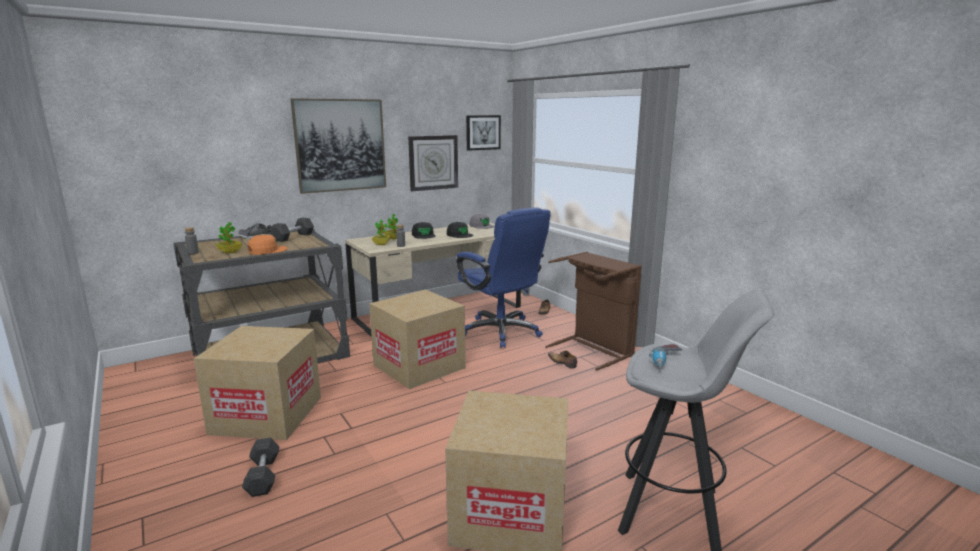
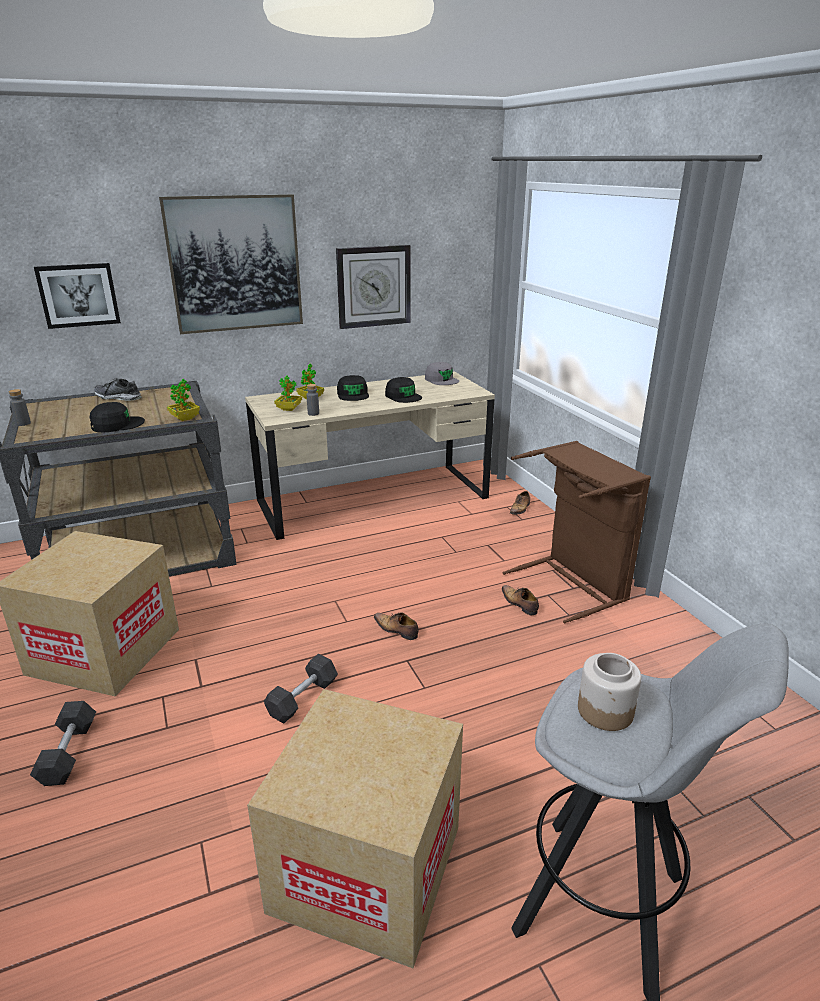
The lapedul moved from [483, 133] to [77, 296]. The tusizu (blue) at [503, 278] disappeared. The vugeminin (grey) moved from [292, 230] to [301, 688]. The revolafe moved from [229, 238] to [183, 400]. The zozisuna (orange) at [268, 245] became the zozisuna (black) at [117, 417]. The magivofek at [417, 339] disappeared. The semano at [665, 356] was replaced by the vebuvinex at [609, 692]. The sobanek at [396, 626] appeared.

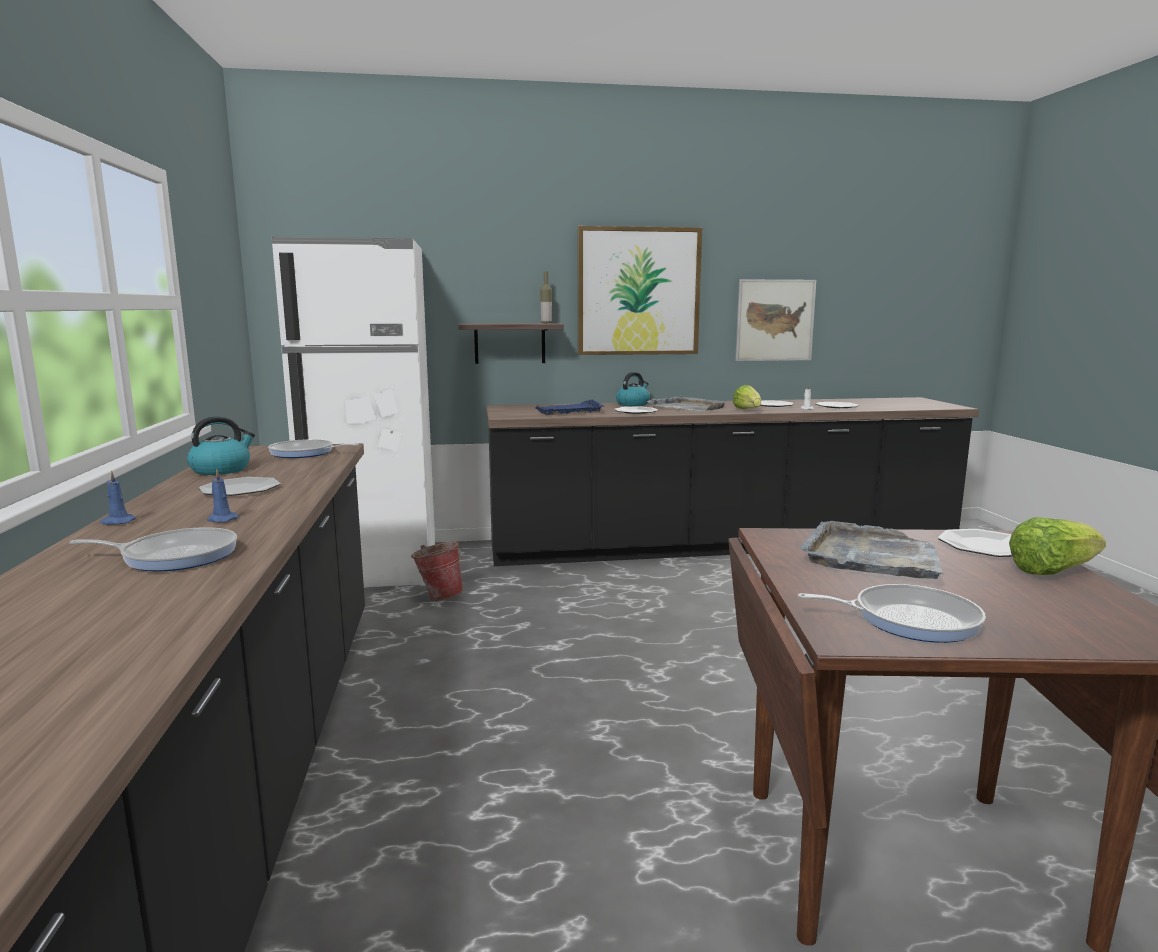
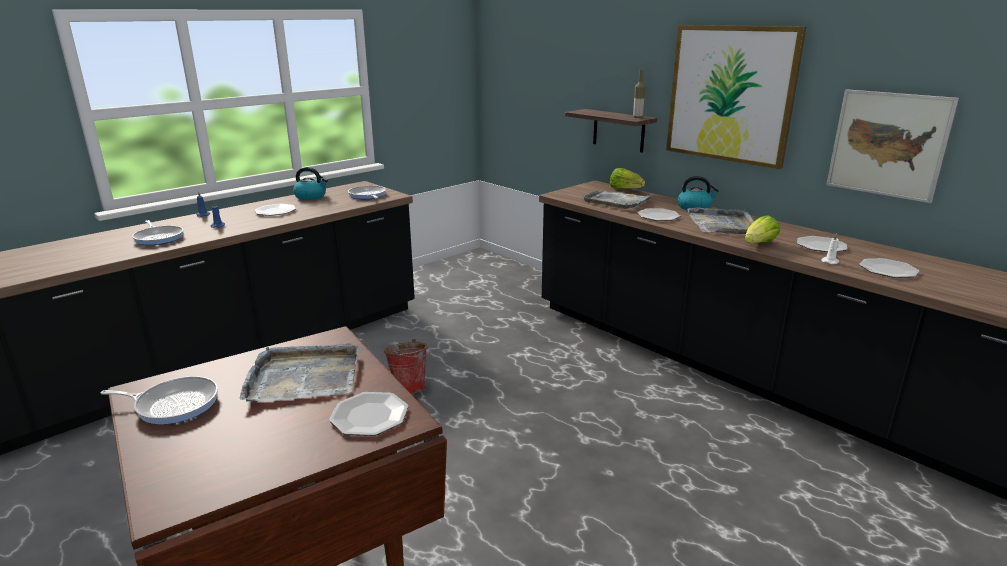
The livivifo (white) at [353, 412] disappeared. The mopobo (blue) at [569, 407] became the mopobo (grey) at [617, 200]. The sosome moved from [1057, 546] to [627, 178]. The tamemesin moved from [437, 571] to [407, 366]. The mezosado at [892, 613] turned 60 degrees counterclockwise.

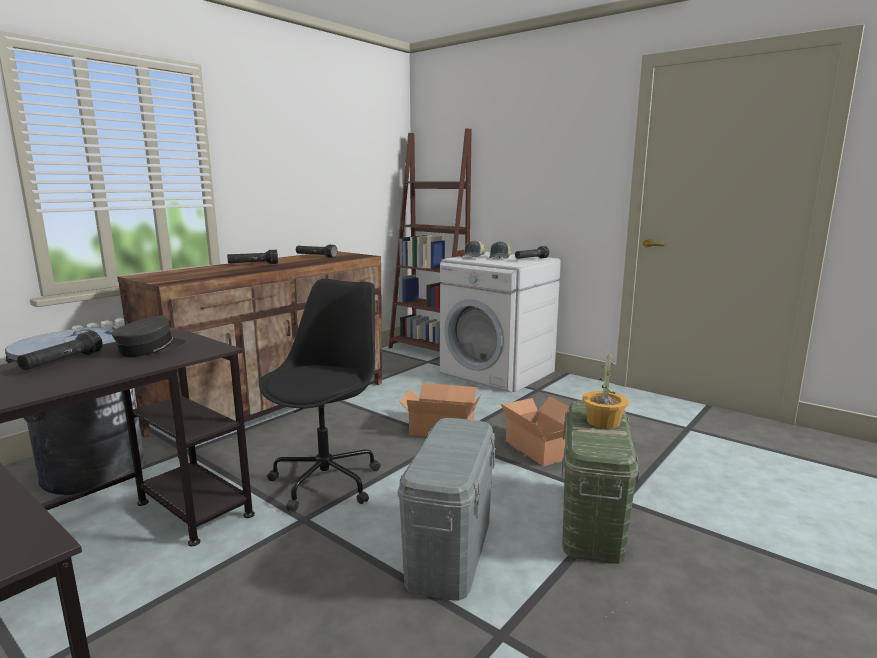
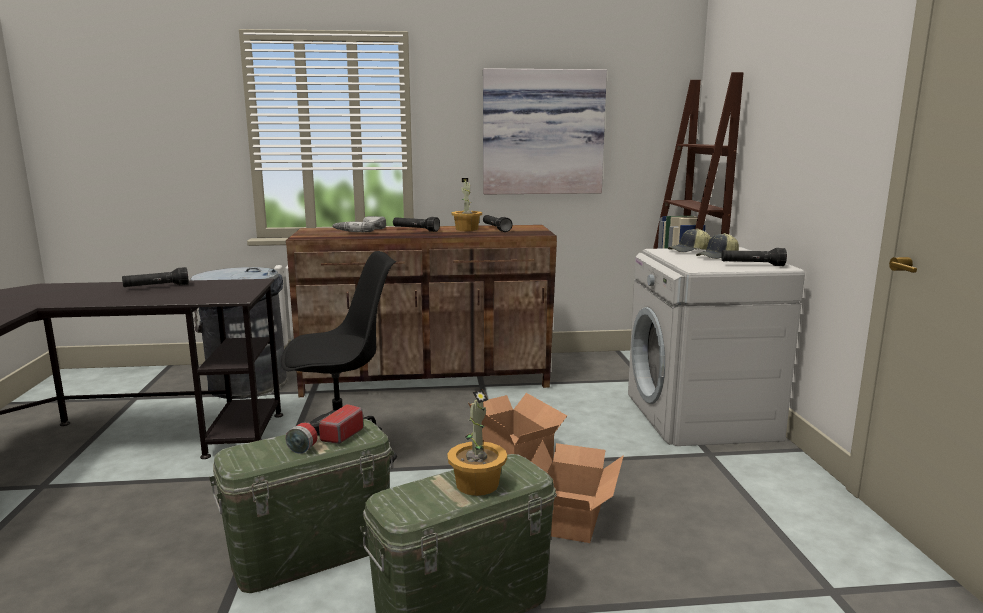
The zozisuna (grey) at [148, 336] disappeared. The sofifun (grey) at [447, 509] became the sofifun (green) at [301, 506]. The lapedul at [545, 131] appeared. The revolafe at [466, 204] appeared. The semano at [359, 224] appeared. The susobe at [324, 429] appeared.

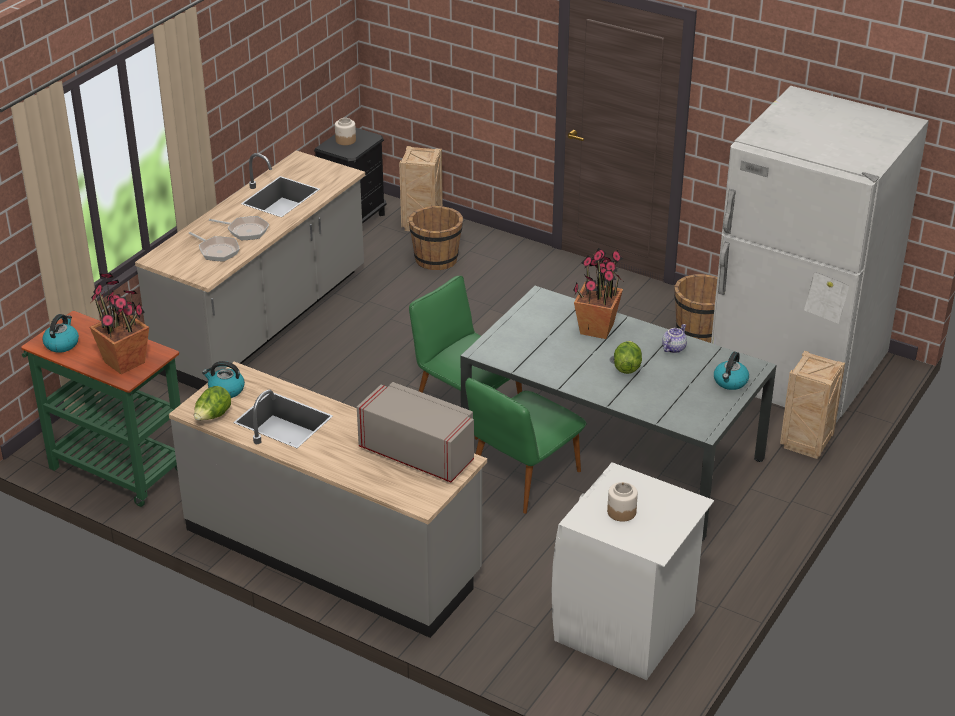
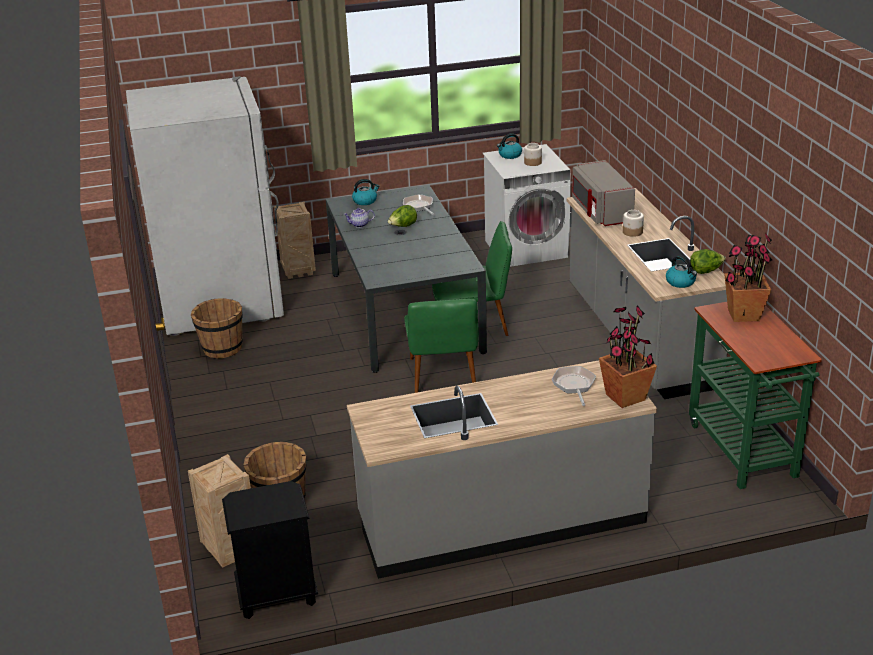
The vebuvinex moved from [345, 131] to [633, 223]. The mezosado moved from [239, 228] to [418, 204]. The revolafe moved from [598, 293] to [628, 356]. The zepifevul moved from [60, 333] to [509, 146].

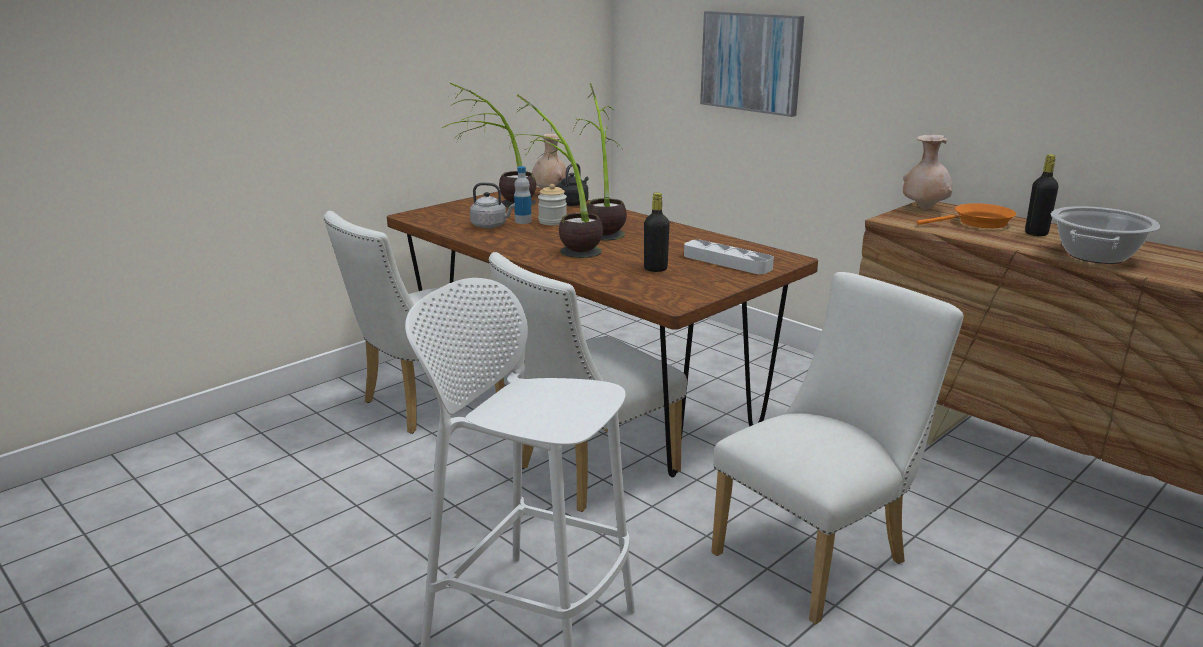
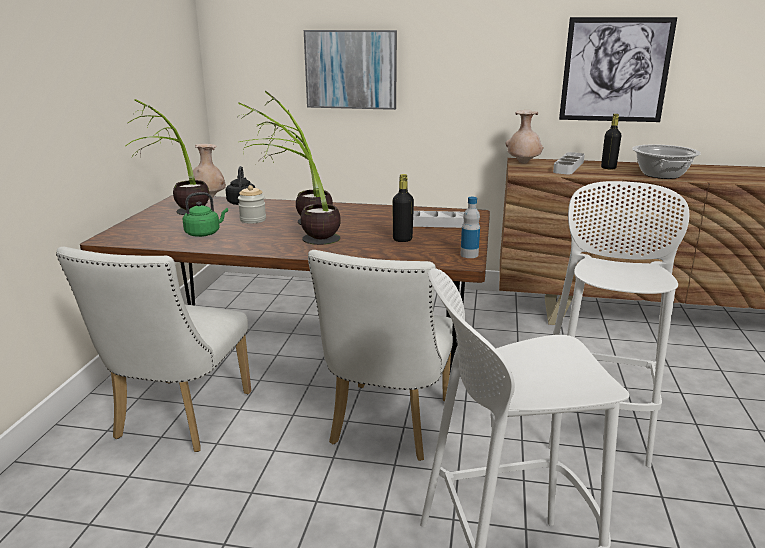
The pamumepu moved from [523, 195] to [470, 227]. The zepifevul (grey) at [492, 205] became the zepifevul (green) at [205, 214]. The mezosado (orange) at [966, 215] was replaced by the mopobo (grey) at [569, 163]. The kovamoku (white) at [837, 448] was replaced by the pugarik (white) at [618, 324]. The lapedul at [618, 69] appeared.

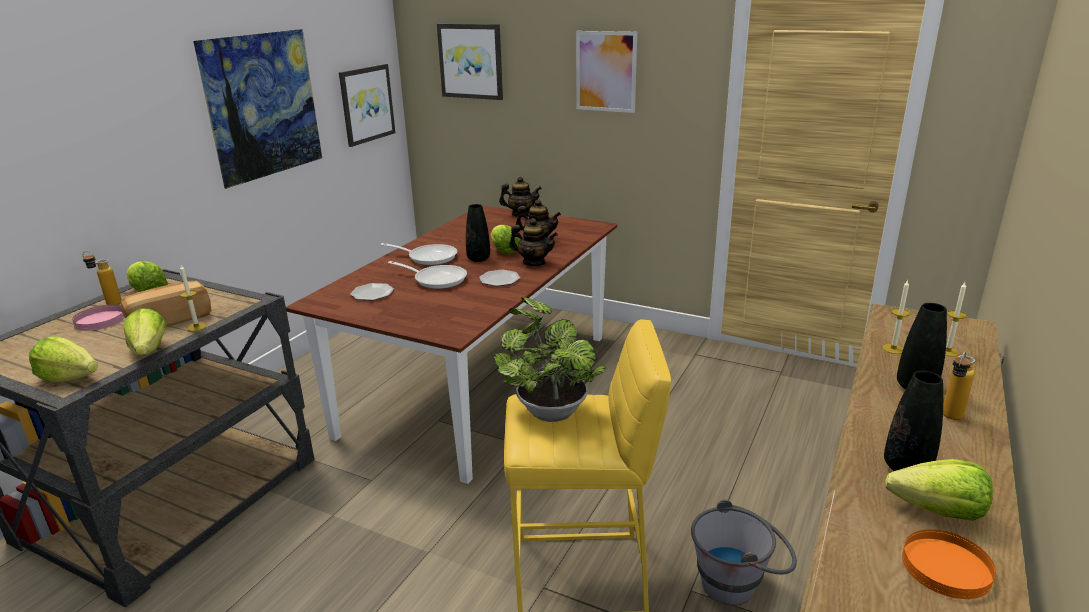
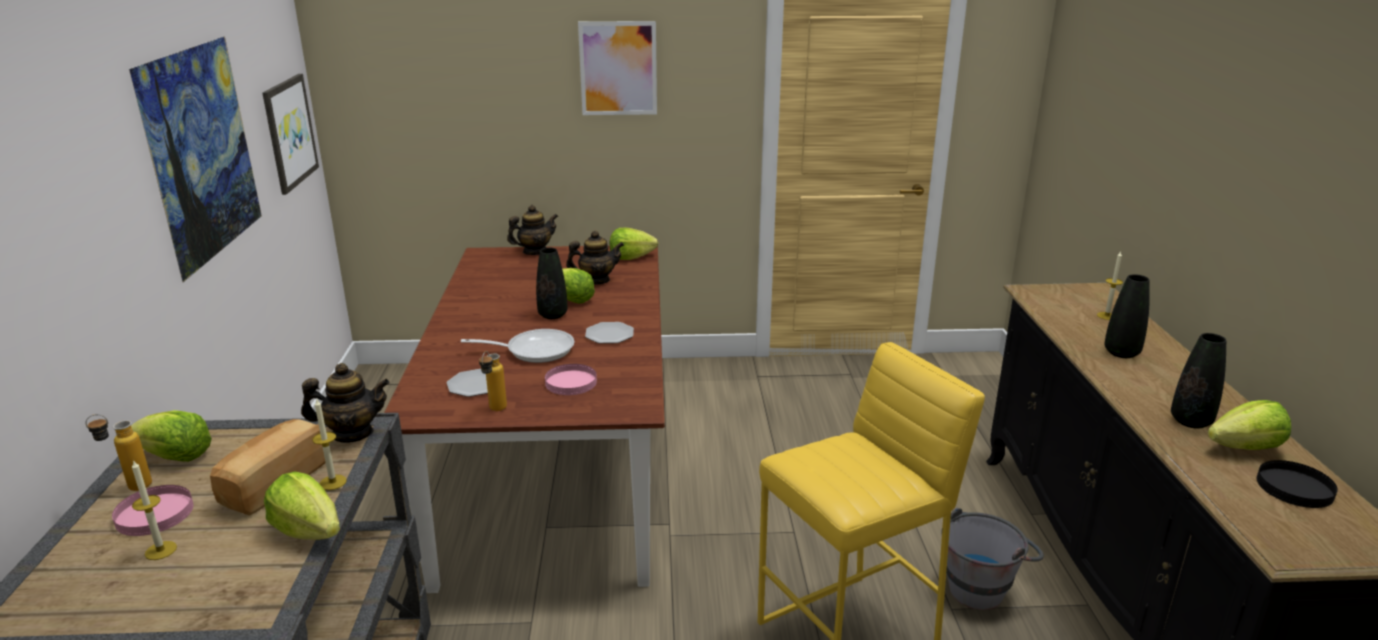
The lapedul at [470, 62] disappeared. The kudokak moved from [533, 242] to [345, 403]. The mezosado at [418, 254] disappeared. The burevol moved from [896, 317] to [154, 510]. The revolafe at [550, 359] disappeared. The sosome moved from [63, 359] to [634, 244]. The pamumepu moved from [959, 386] to [493, 381]. The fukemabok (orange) at [949, 564] became the fukemabok (black) at [1297, 484]. The fukemabok (pink) at [571, 379] appeared.

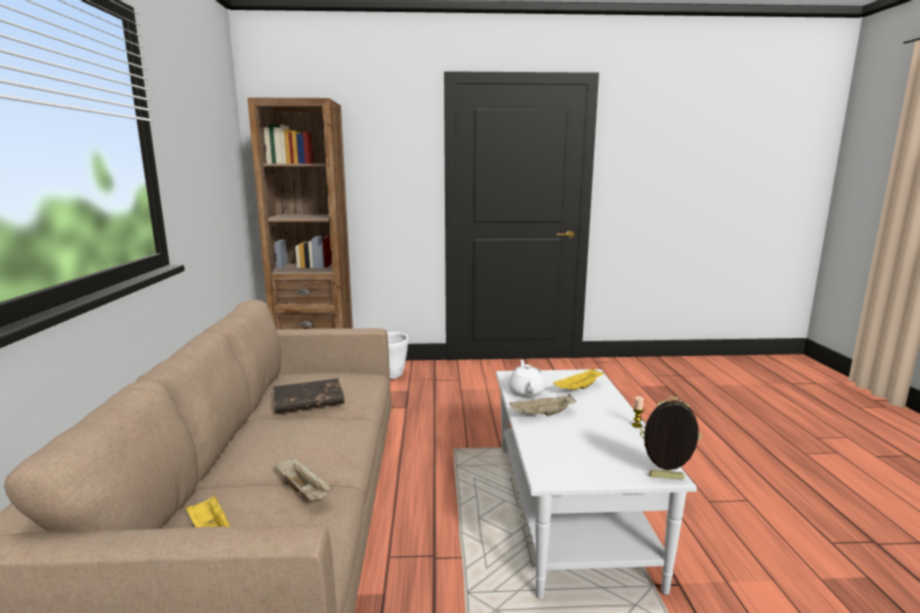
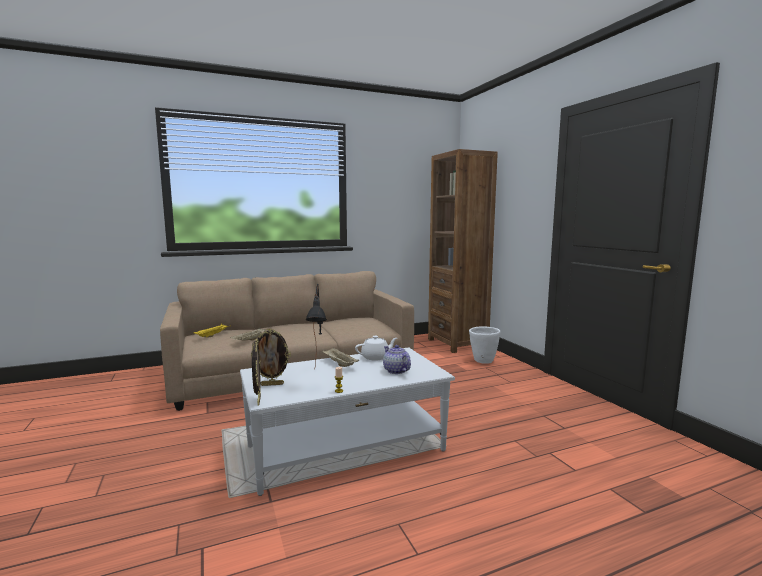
The mopobo (yellow) at [578, 379] was replaced by the kudokak at [397, 359]. The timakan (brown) at [309, 395] disappeared. The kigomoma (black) at [316, 324] appeared. The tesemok at [271, 357] appeared.

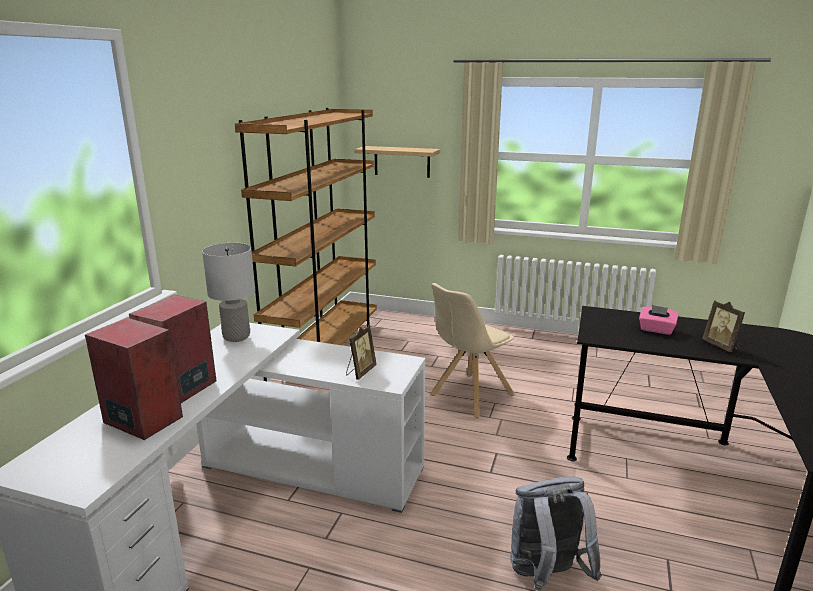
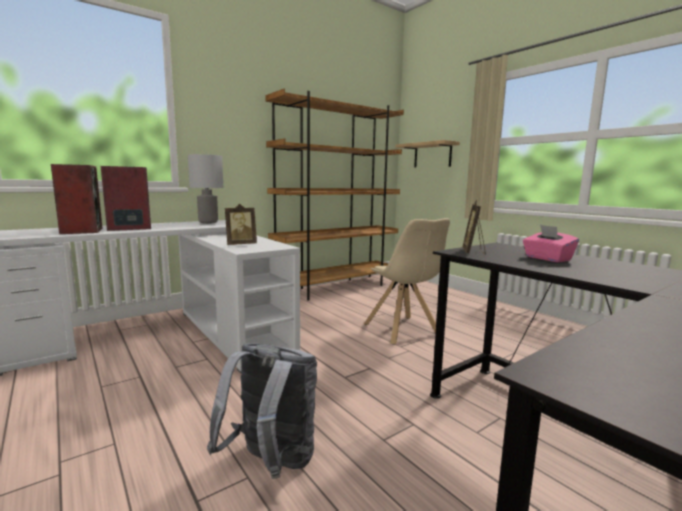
The kovamoku (beige) at [472, 350] turned 105 degrees counterclockwise. The tesemok moved from [723, 326] to [474, 227].

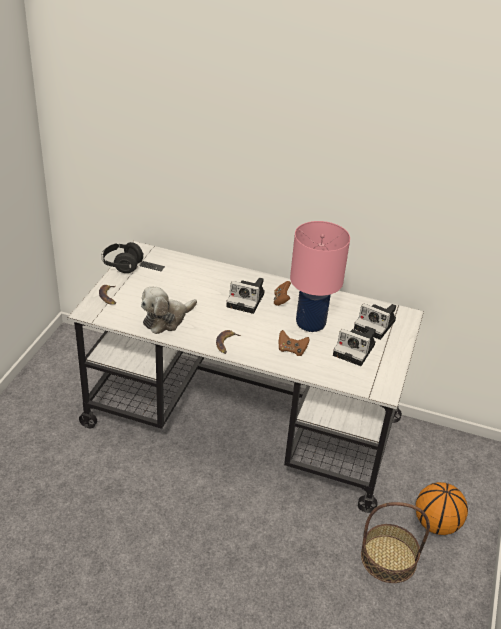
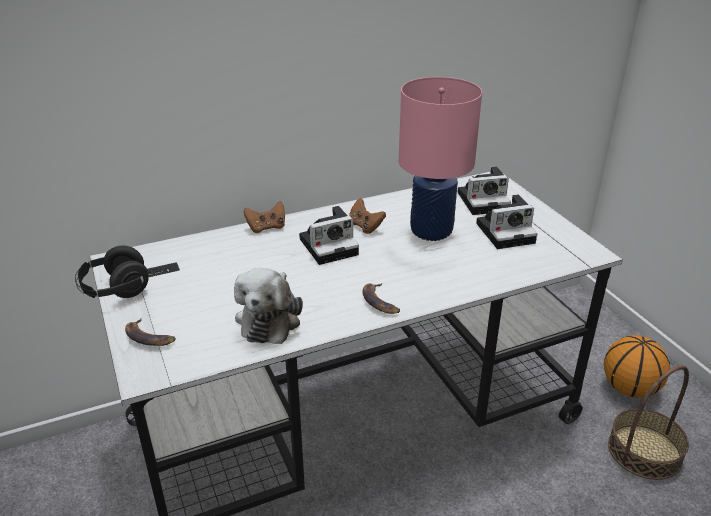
The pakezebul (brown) moved from [294, 343] to [264, 217].

